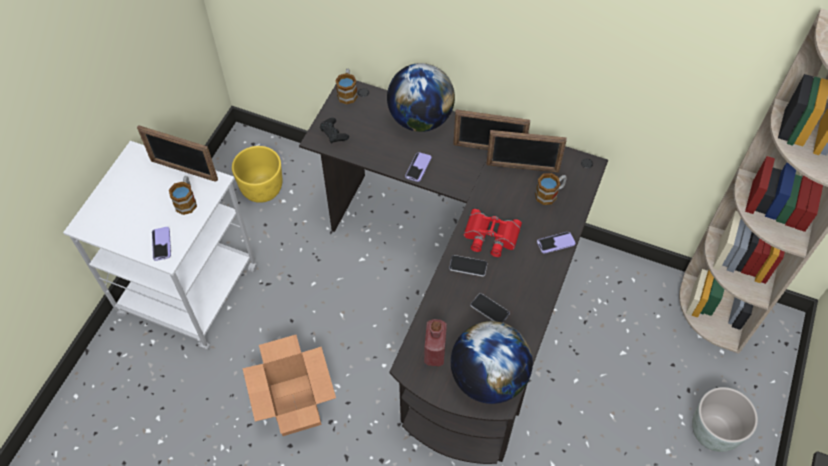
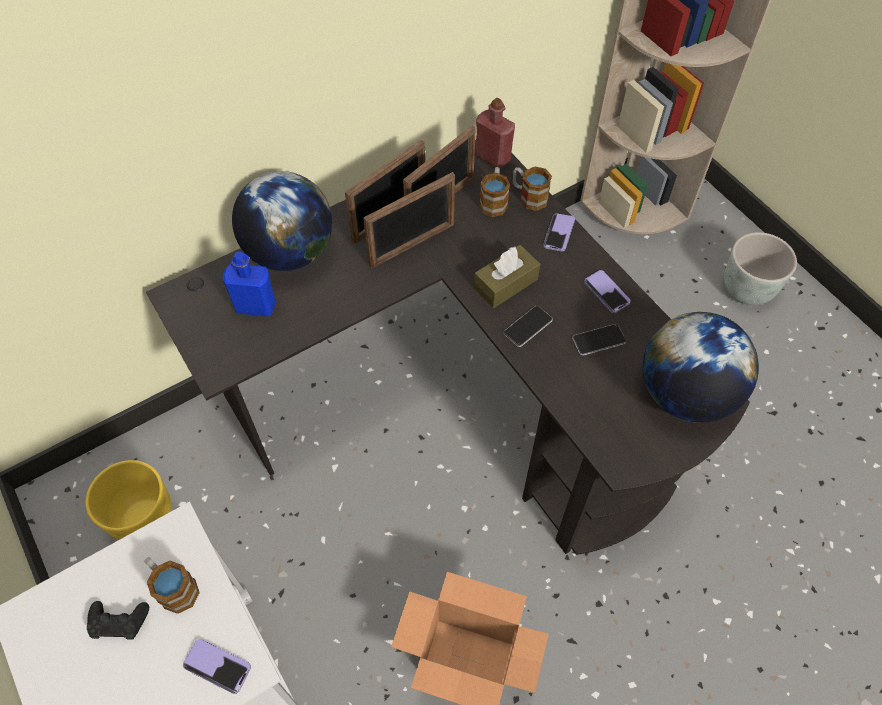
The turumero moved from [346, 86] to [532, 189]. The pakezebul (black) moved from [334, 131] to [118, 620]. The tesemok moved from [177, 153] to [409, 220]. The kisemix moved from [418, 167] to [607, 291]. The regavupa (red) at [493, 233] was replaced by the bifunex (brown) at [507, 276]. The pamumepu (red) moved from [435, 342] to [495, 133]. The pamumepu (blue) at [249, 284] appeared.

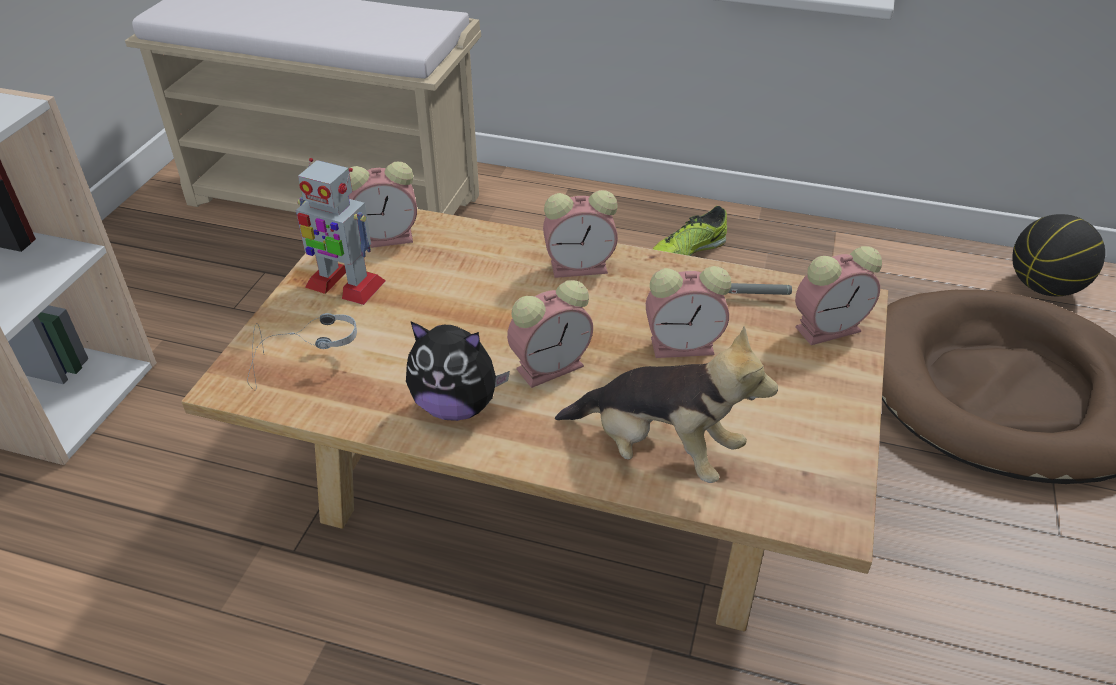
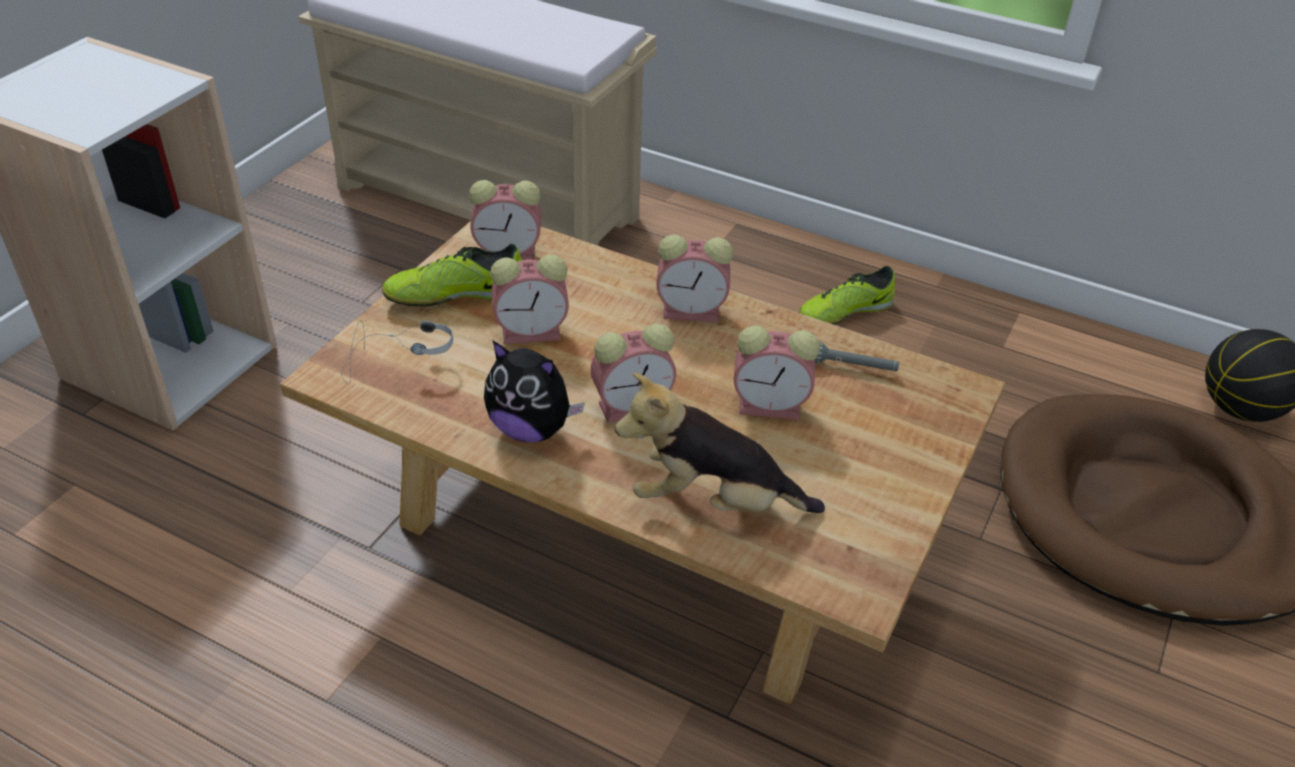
The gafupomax at [341, 231] was replaced by the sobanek at [452, 275]. The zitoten moved from [838, 295] to [529, 299]. The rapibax at [666, 404] turned 150 degrees clockwise.

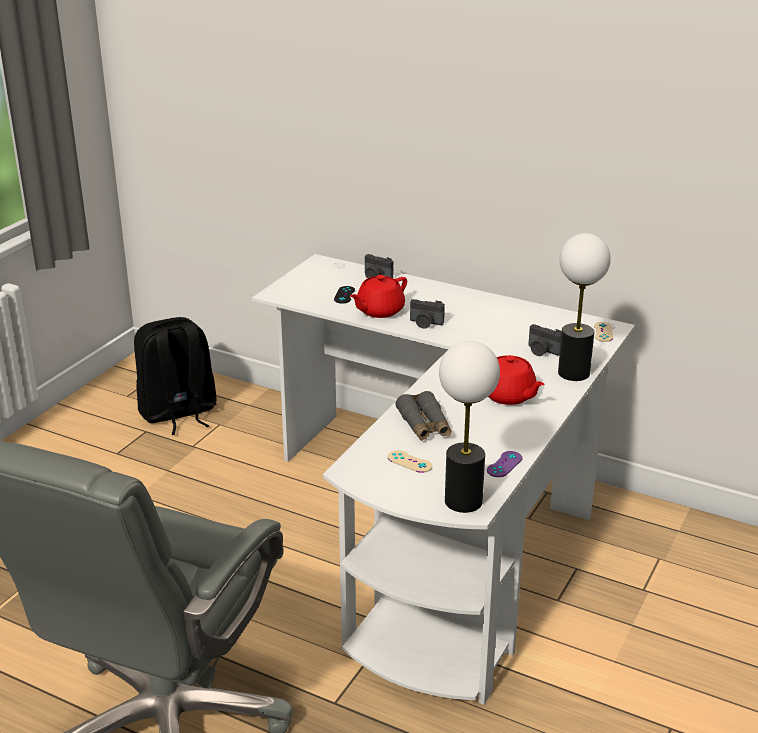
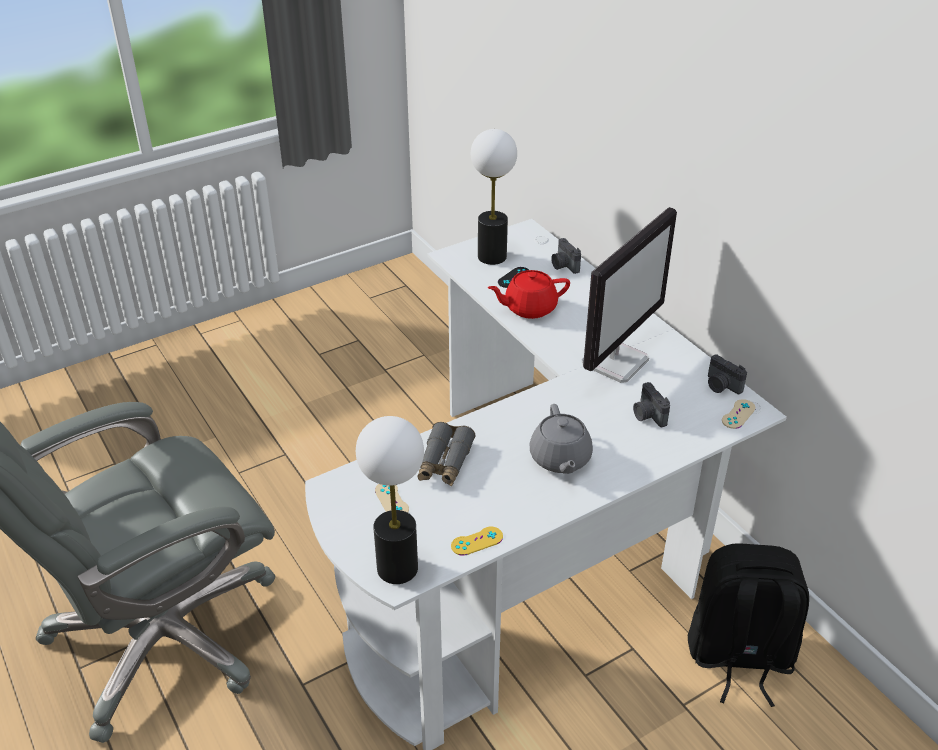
The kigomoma moved from [584, 307] to [494, 197]. The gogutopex moved from [427, 314] to [727, 374]. The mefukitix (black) moved from [175, 376] to [748, 625]. The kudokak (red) at [516, 380] became the kudokak (grey) at [561, 439]. The pakezebul (purple) at [504, 464] became the pakezebul (yellow) at [477, 541]. The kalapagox at [629, 295] appeared.

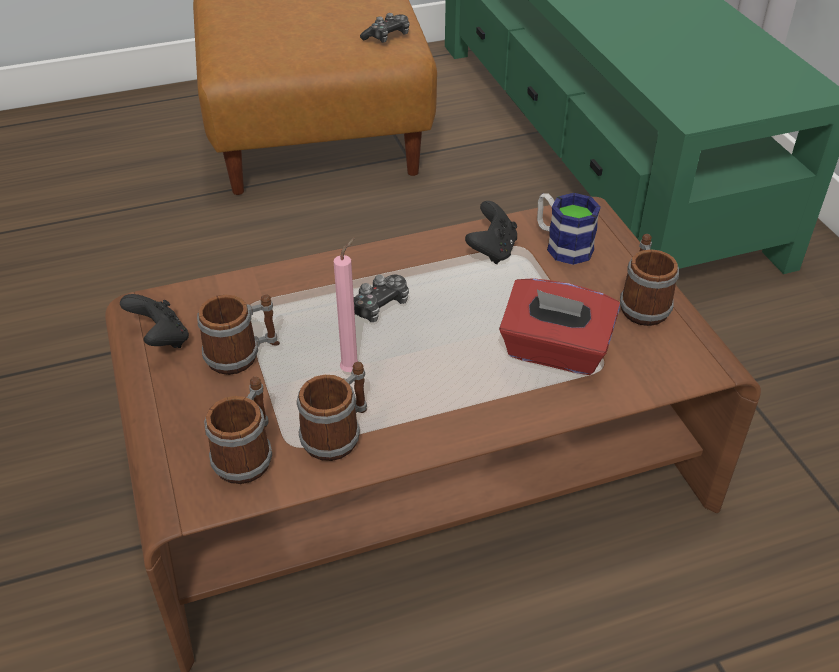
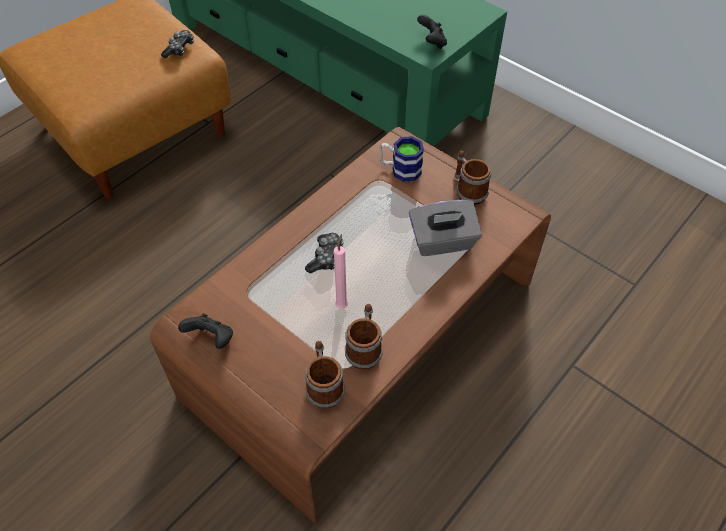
The pakezebul (black) moved from [491, 232] to [432, 32]. The bifunex (red) at [559, 326] became the bifunex (grey) at [445, 228]. The turumero at [238, 335] disappeared.

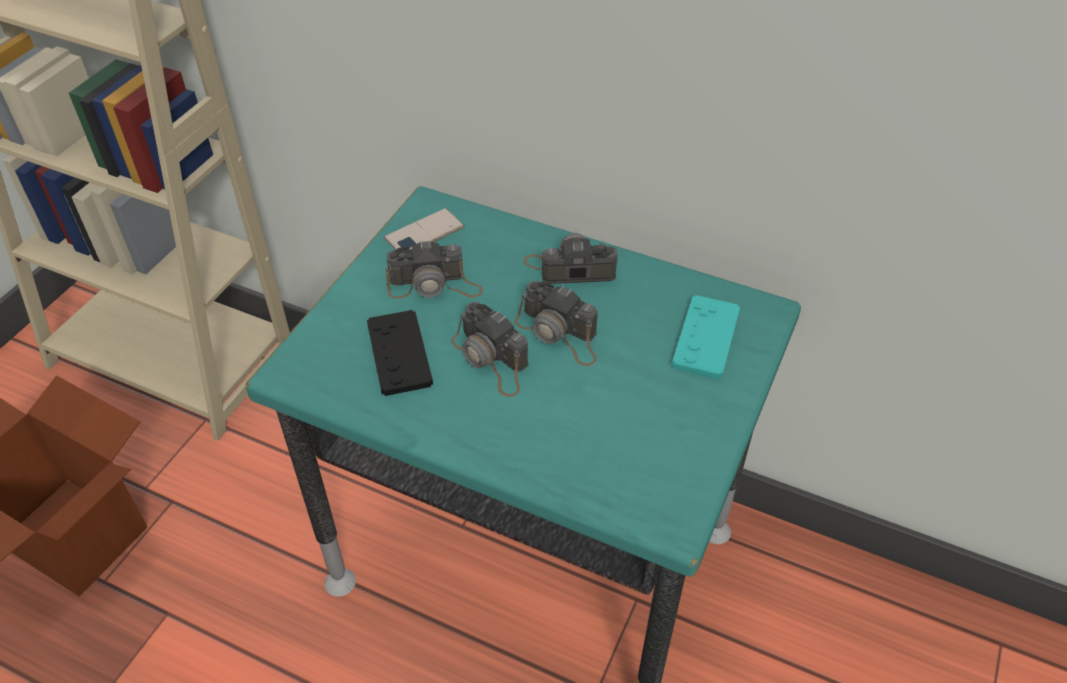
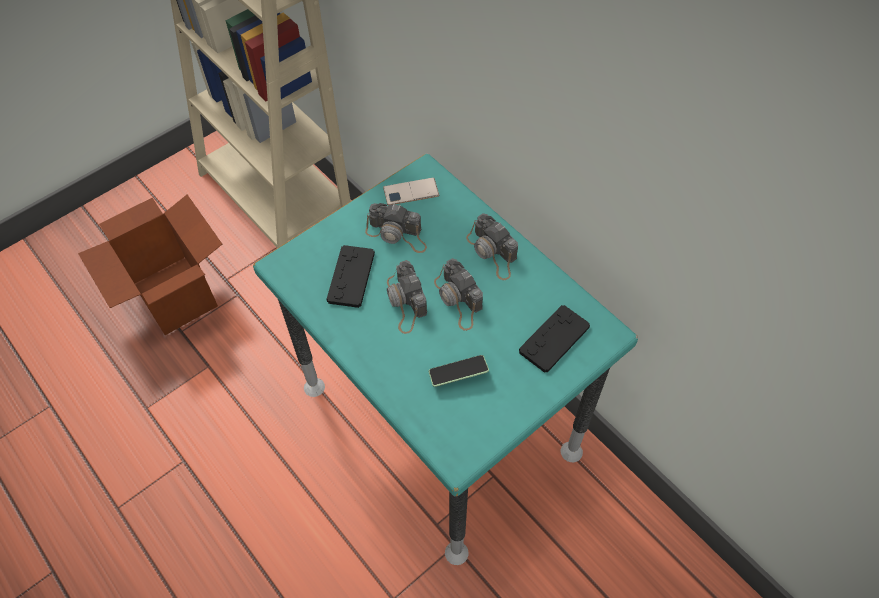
The gogutopex at [570, 258] turned 150 degrees counterclockwise. The pakezebul (turquoise) at [706, 337] became the pakezebul (black) at [554, 339]. The kisemix at [459, 371] appeared.

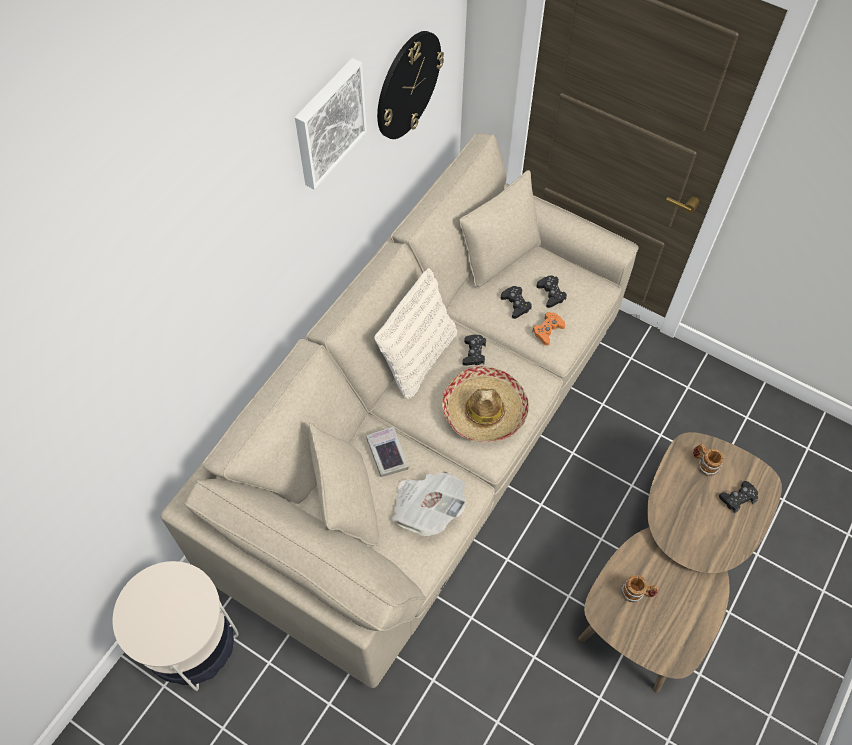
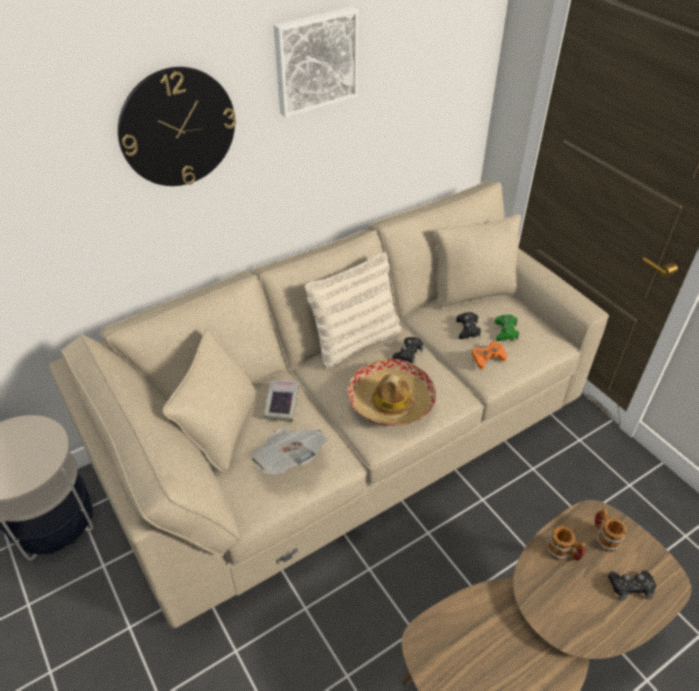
The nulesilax moved from [410, 85] to [177, 126]. The pakezebul (black) at [551, 291] became the pakezebul (green) at [507, 328]. The turumero moved from [639, 589] to [565, 543].

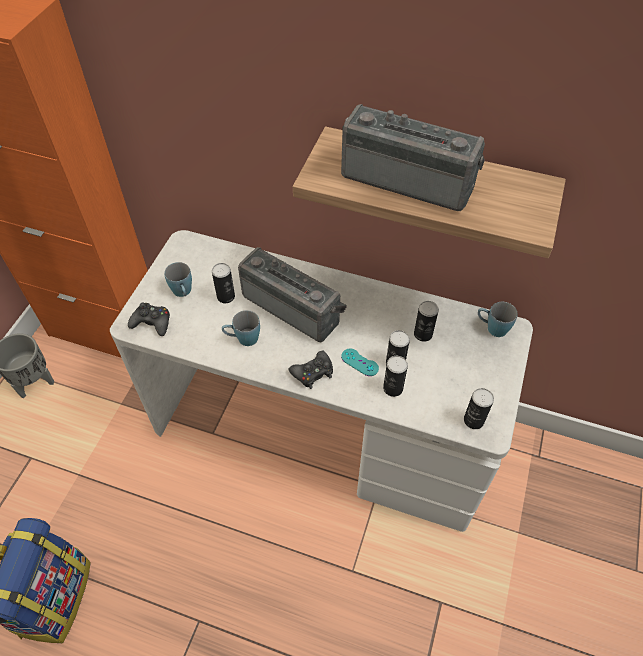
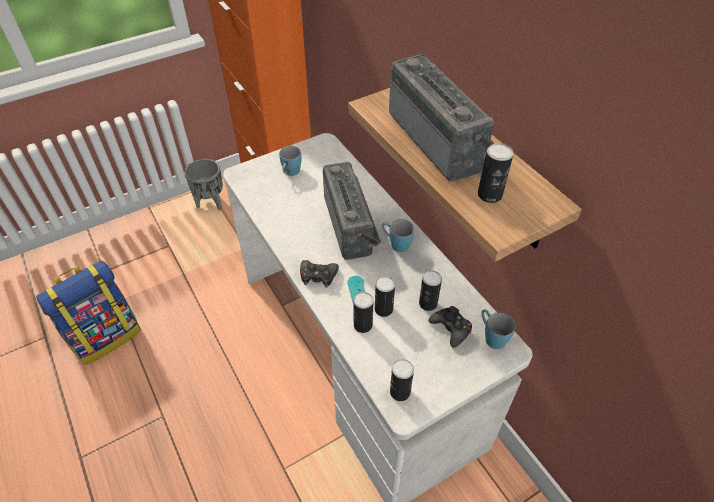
The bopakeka moved from [223, 283] to [495, 173]. The pakezebul (black) moved from [149, 319] to [450, 327]. The turumero (blue) moved from [241, 328] to [398, 235].

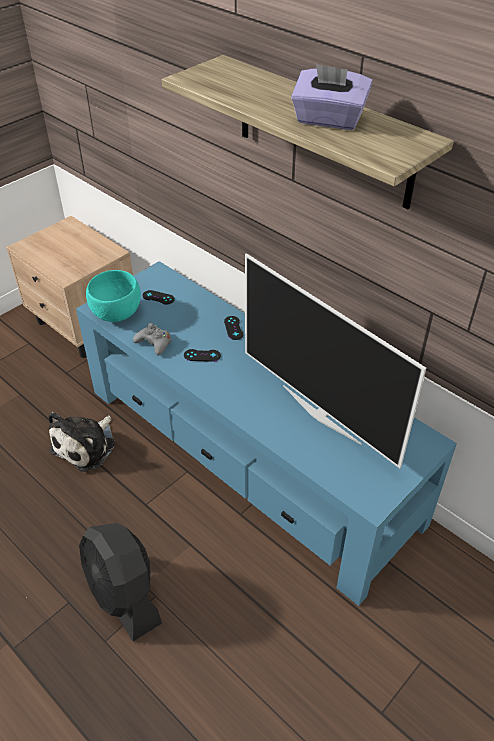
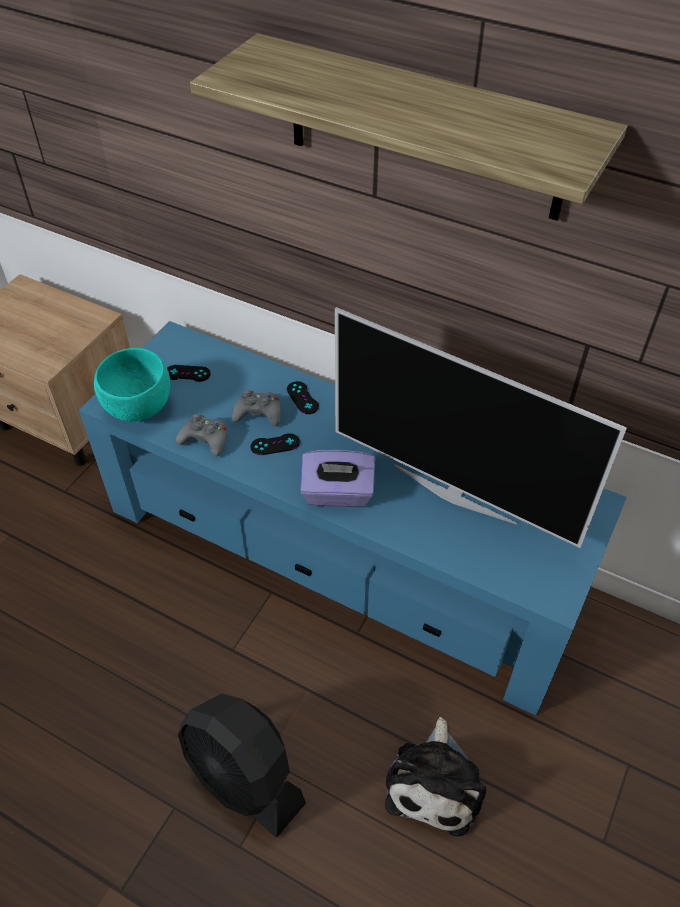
The bifunex (purple) moved from [331, 97] to [337, 479]. The rapibax moved from [82, 442] to [435, 776]. The pakezebul (grey) at [256, 408] appeared.

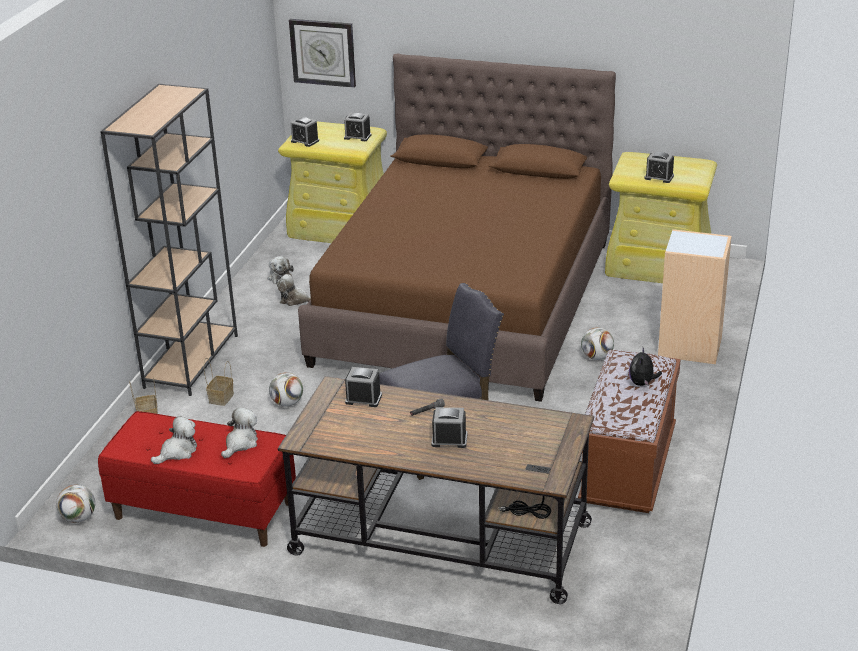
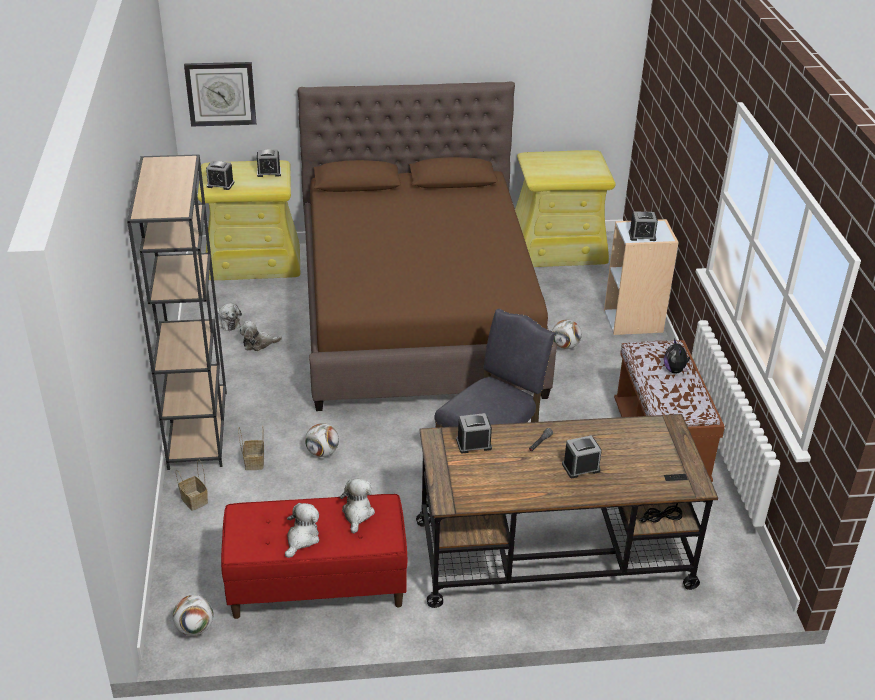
The zitoten moved from [659, 167] to [643, 226].

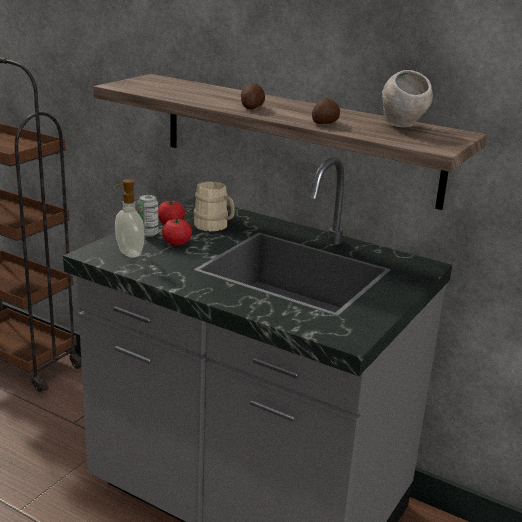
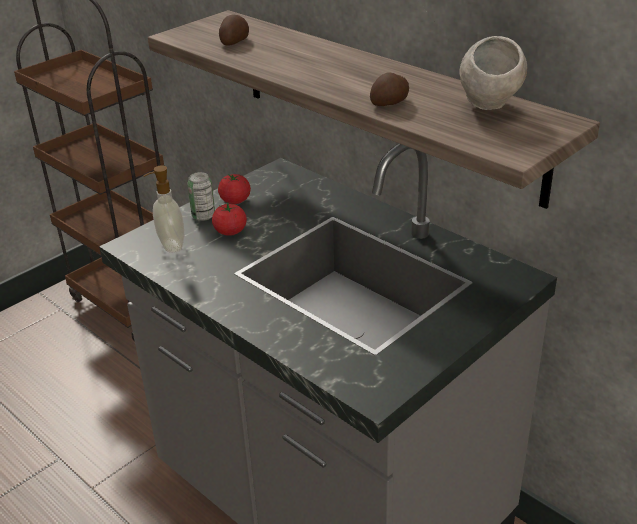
The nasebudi moved from [253, 96] to [234, 30]. The turumero (beige) at [214, 206] disappeared.

